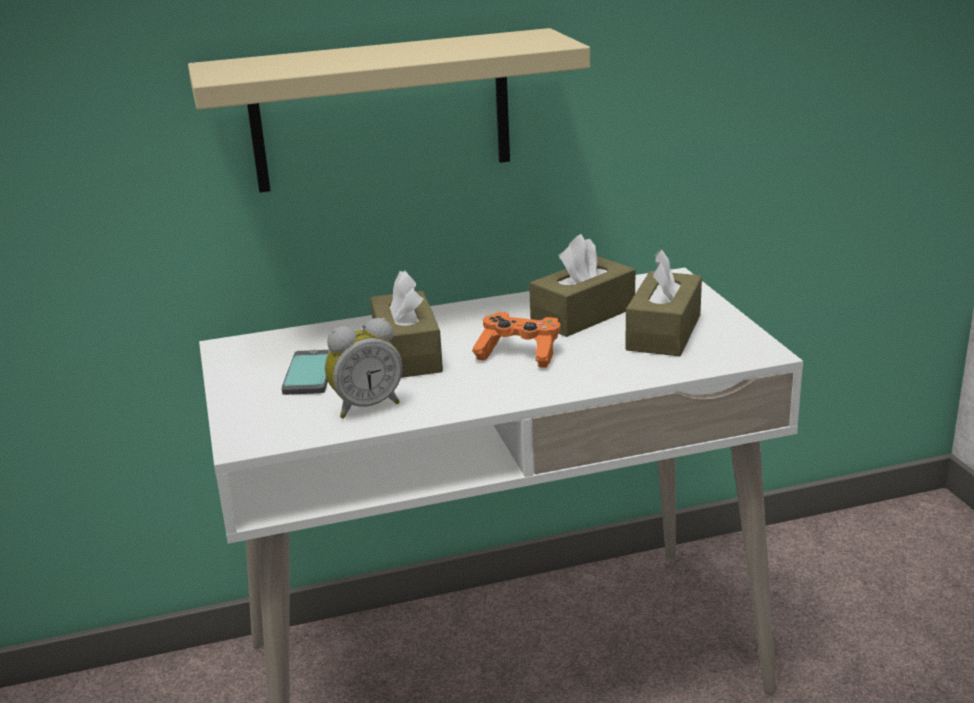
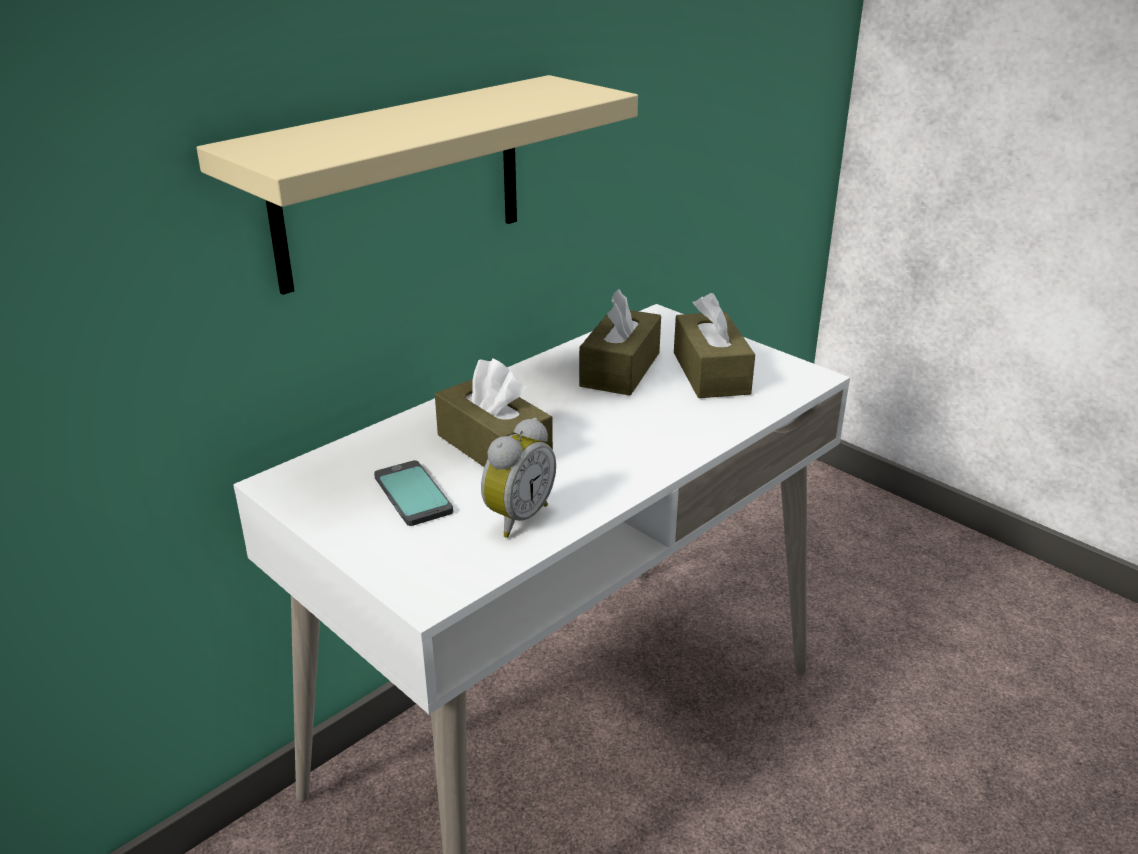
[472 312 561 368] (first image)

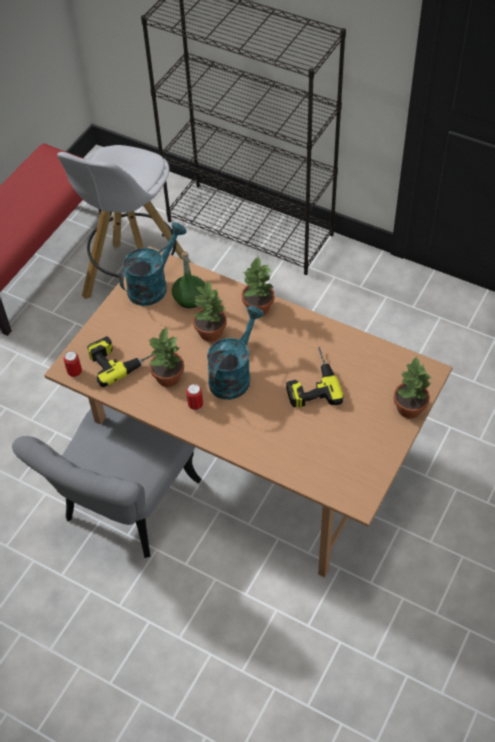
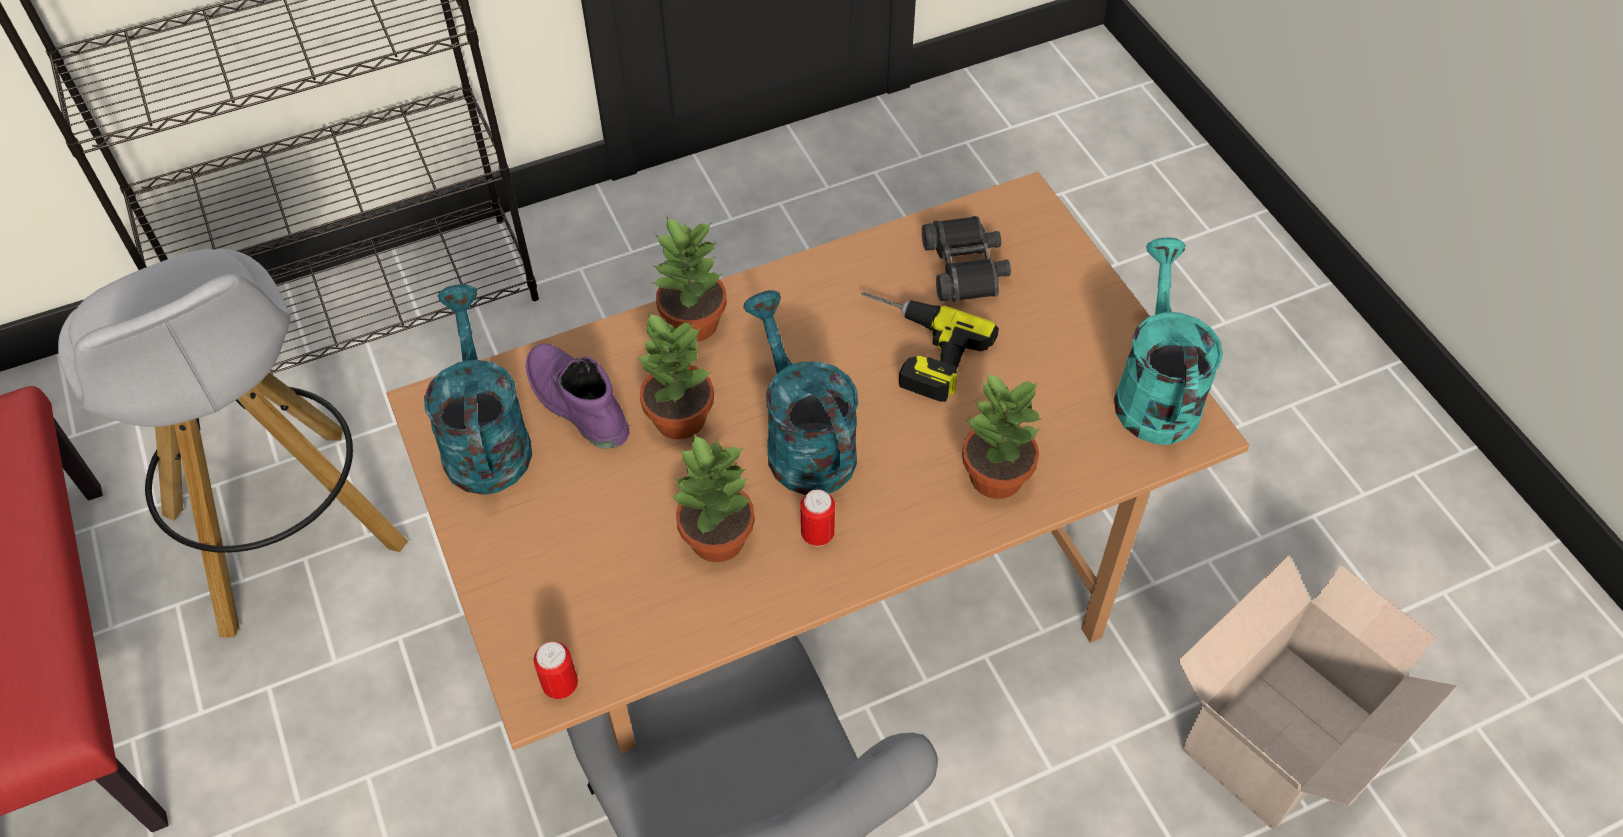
[525 344 629 449]
[922 216 1011 302]
[962 372 1043 499]
[1114 238 1223 445]
[1178 555 1458 830]
[87 336 154 387] (first image)

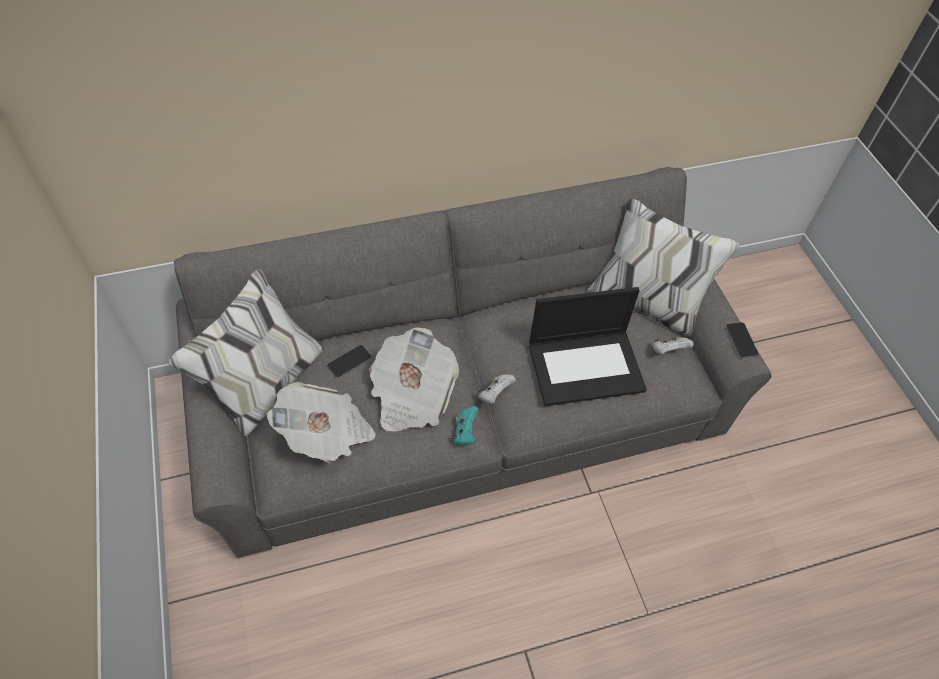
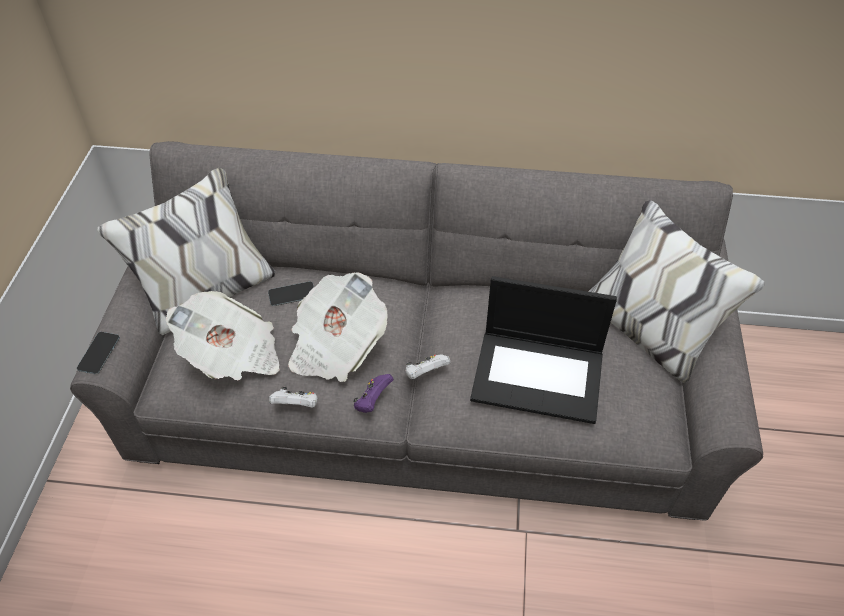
[77 332 120 374]
[269 387 318 408]
[353 374 394 413]

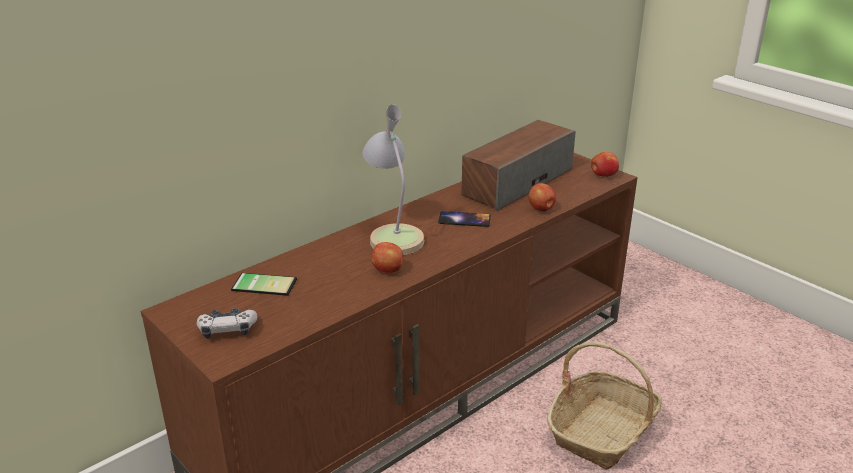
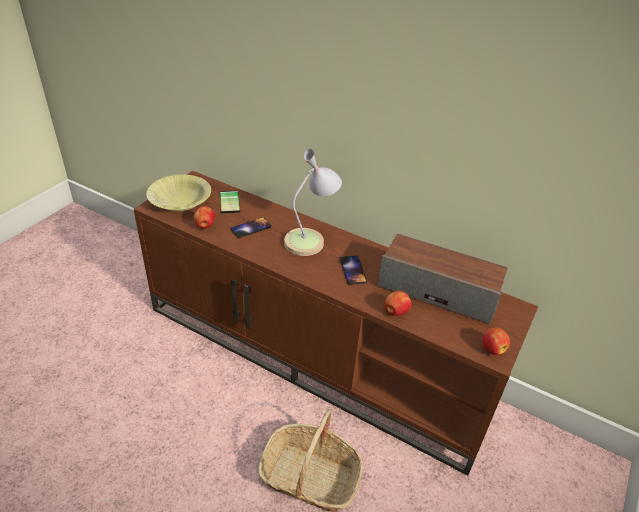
[146 174 211 212]
[194 206 215 229]
[230 217 272 238]

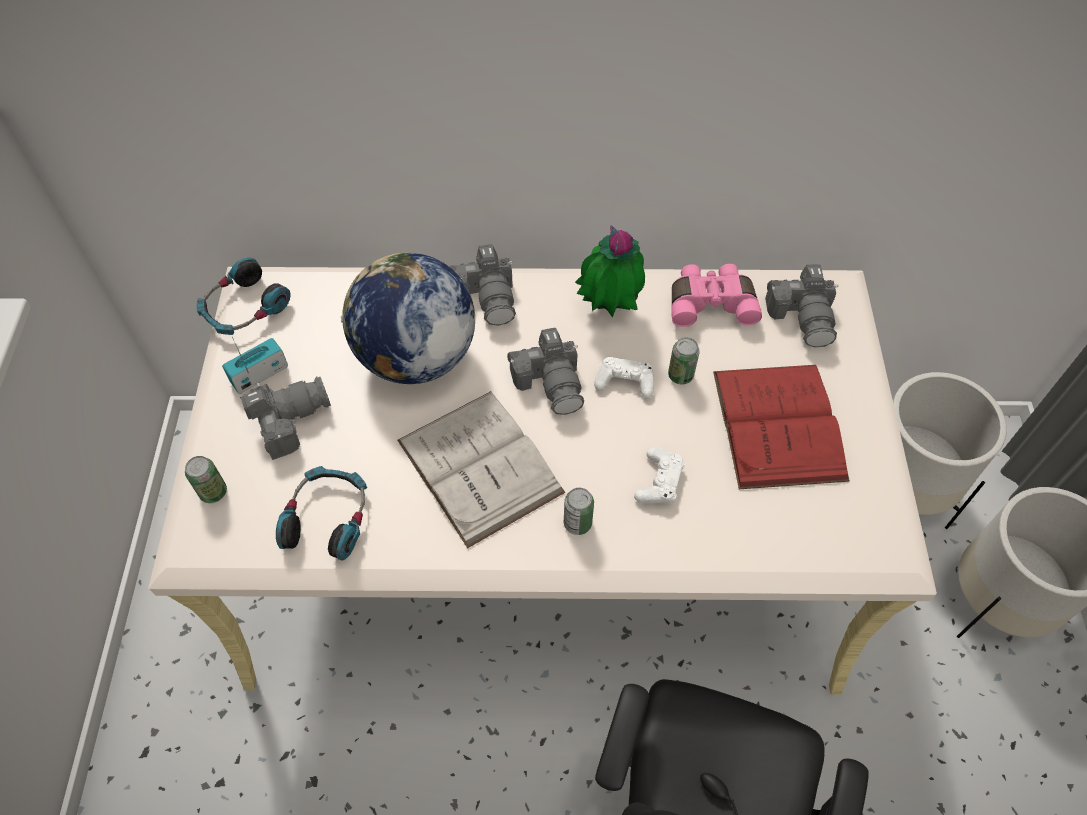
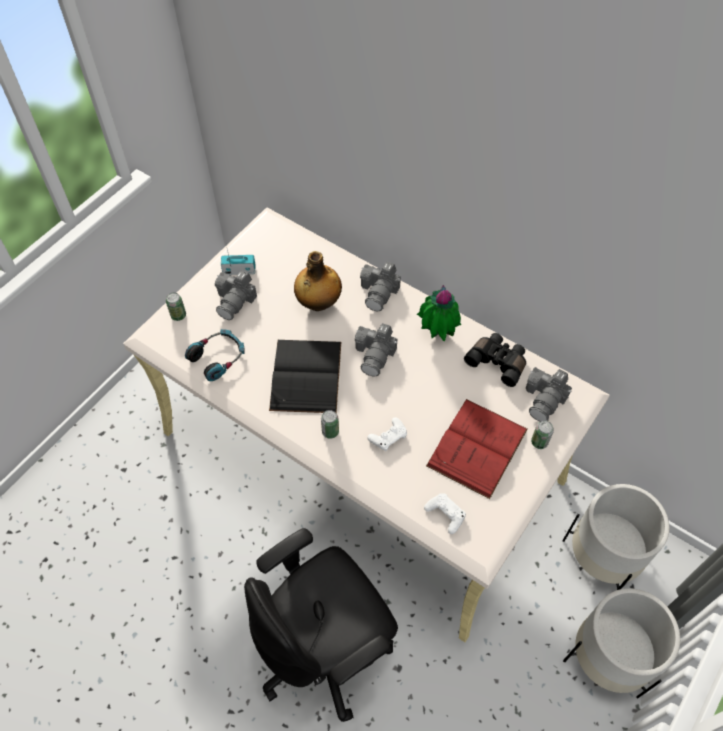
[215 270 257 320]
[269 340 341 413]
[294 251 342 311]
[424 493 466 534]
[464 333 526 387]
[531 421 554 449]
[197 258 291 335] (first image)

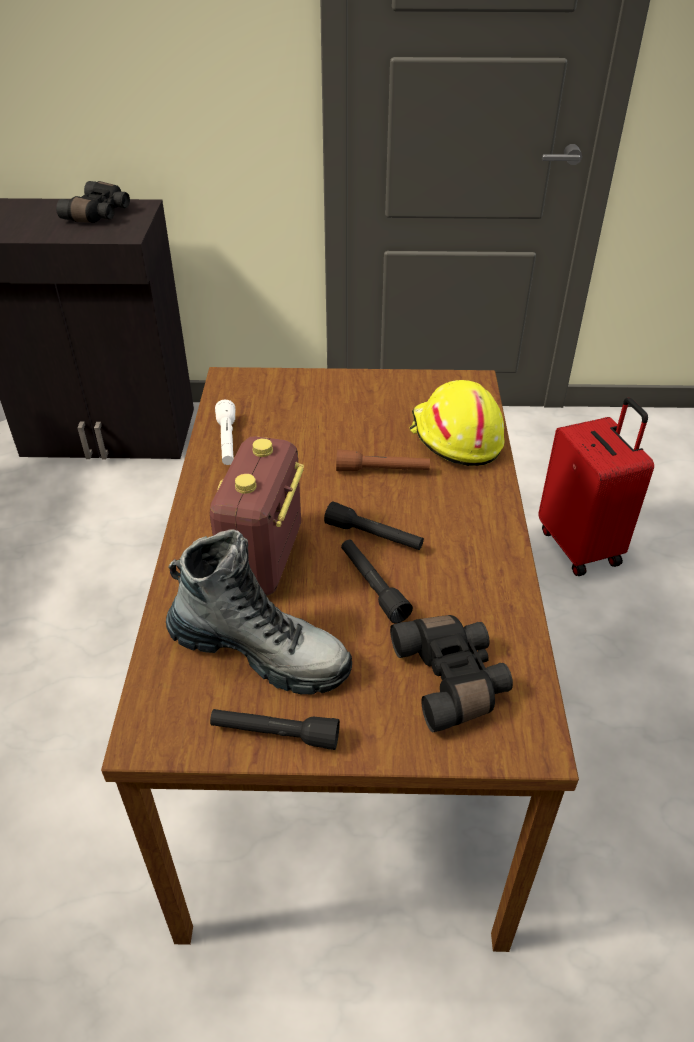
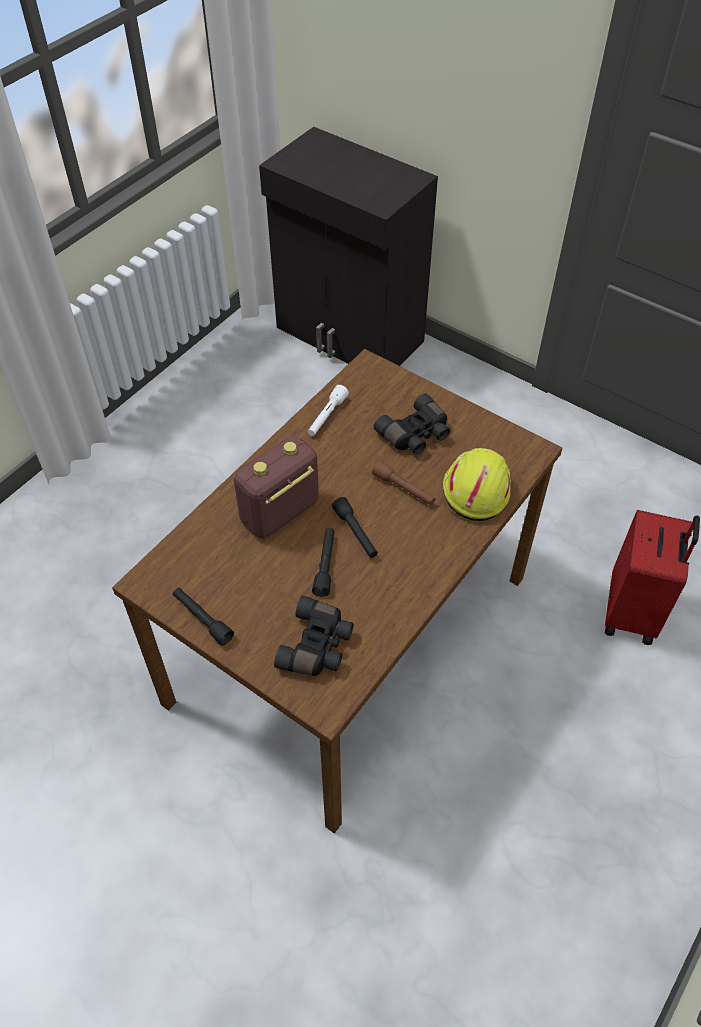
[374 393 450 454]
[166 529 352 695] (first image)

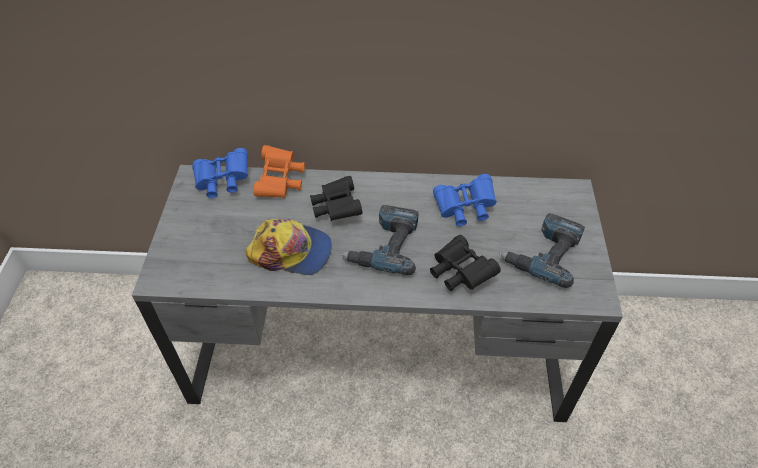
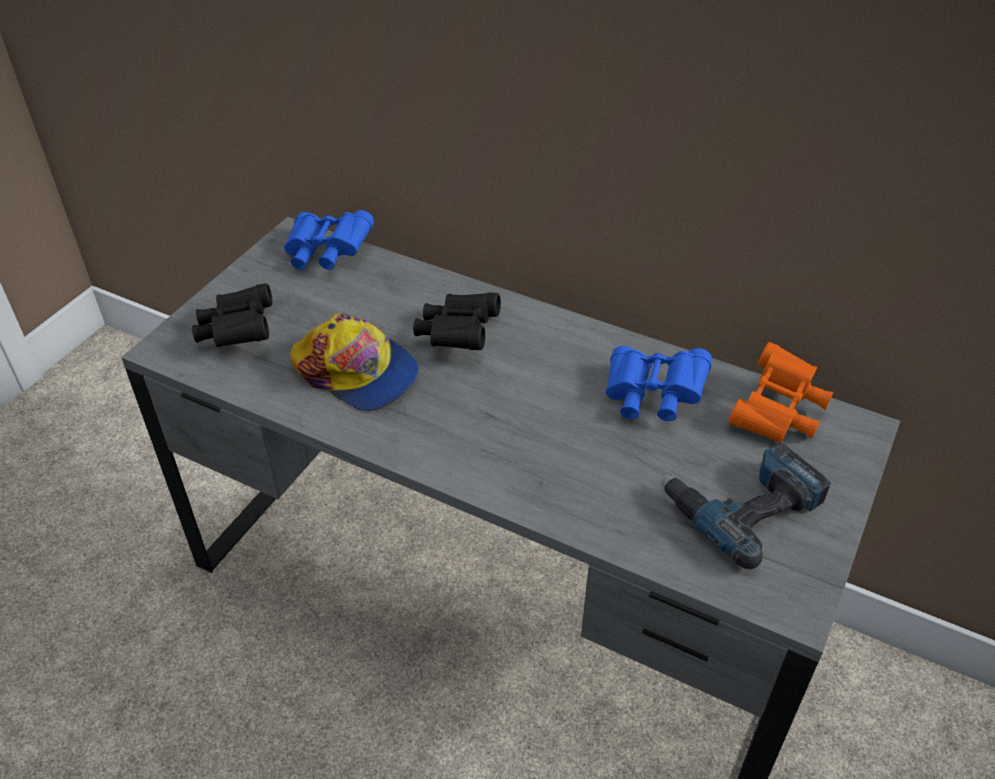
[192 283 273 348]
[728 342 833 443]
[341 205 419 275] (first image)

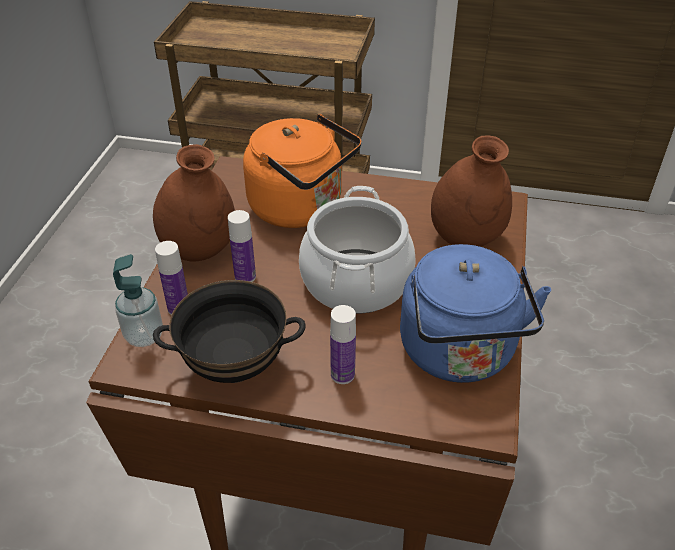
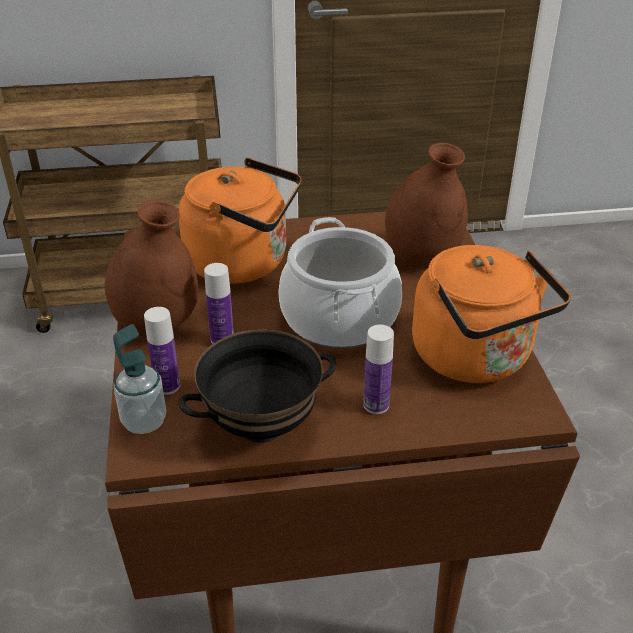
[412 245 571 383]

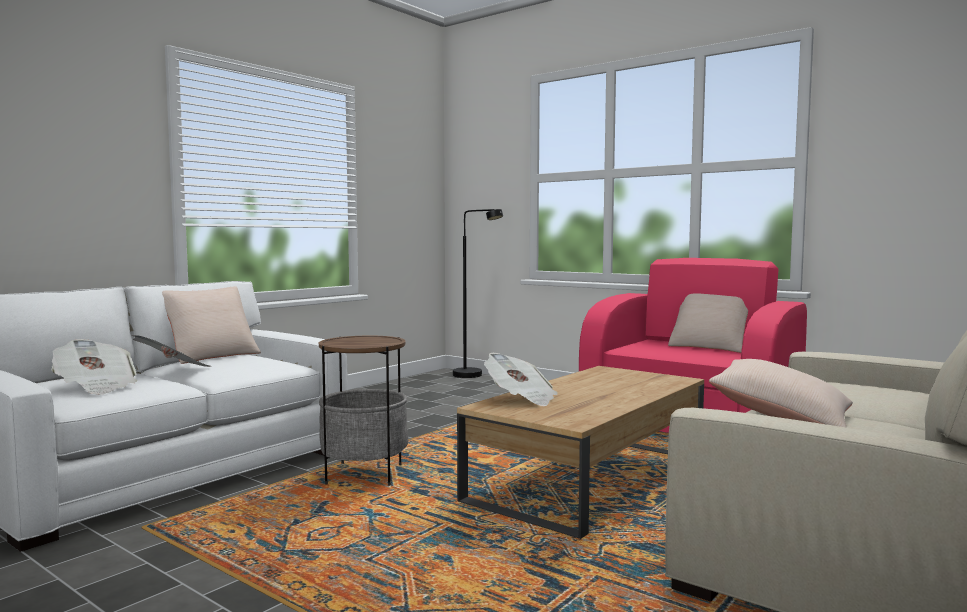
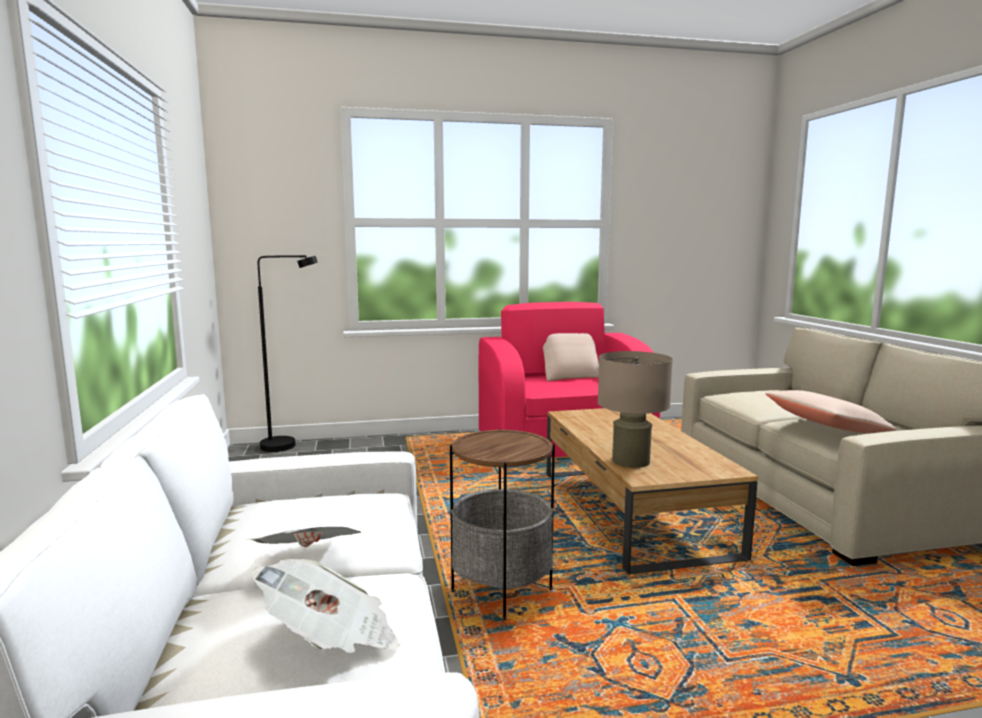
[598 351 673 468]
[162 286 261 364] (first image)

